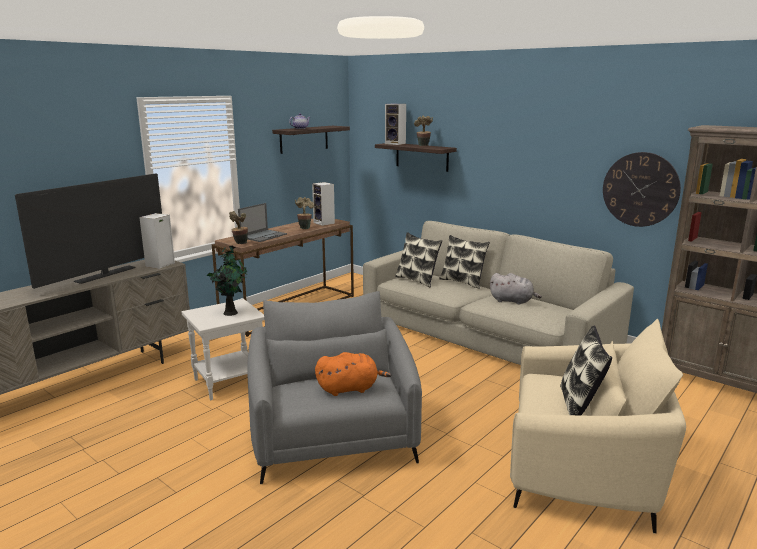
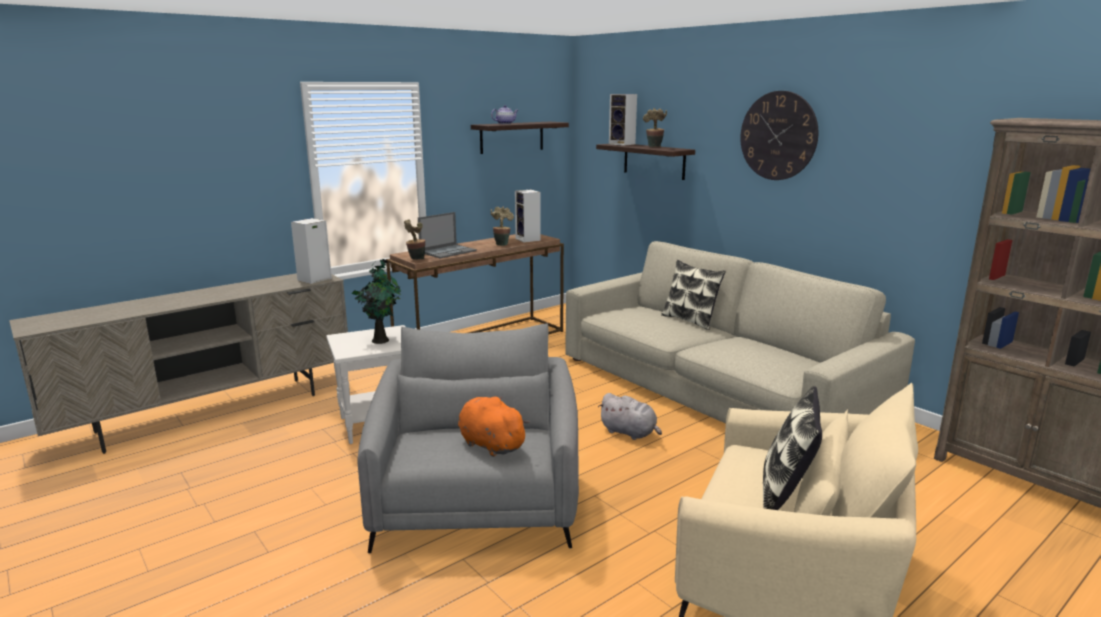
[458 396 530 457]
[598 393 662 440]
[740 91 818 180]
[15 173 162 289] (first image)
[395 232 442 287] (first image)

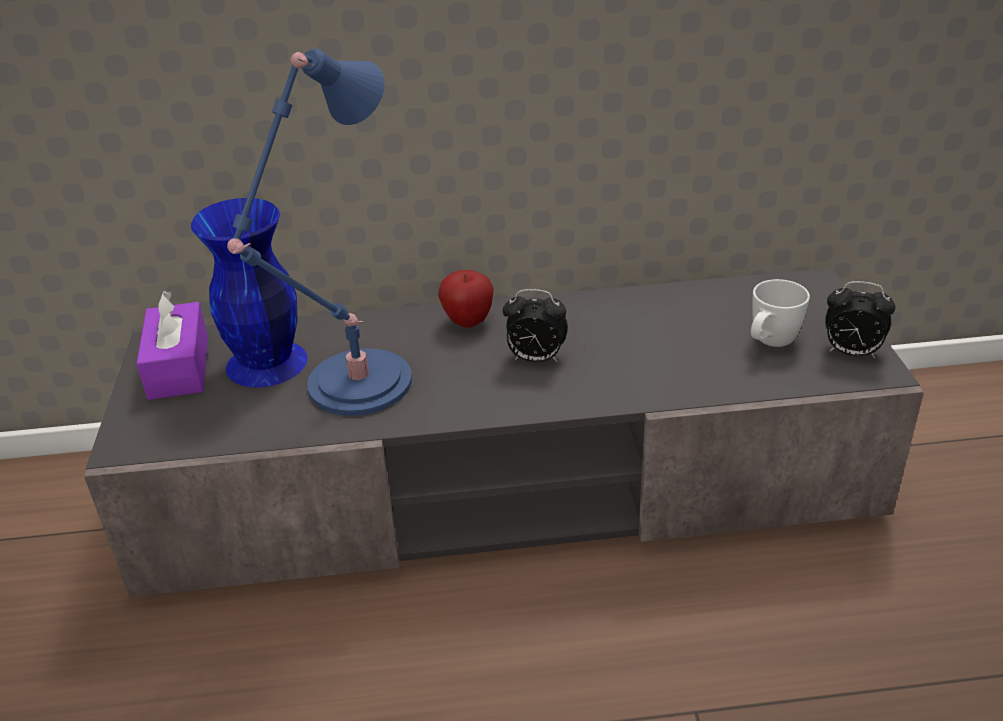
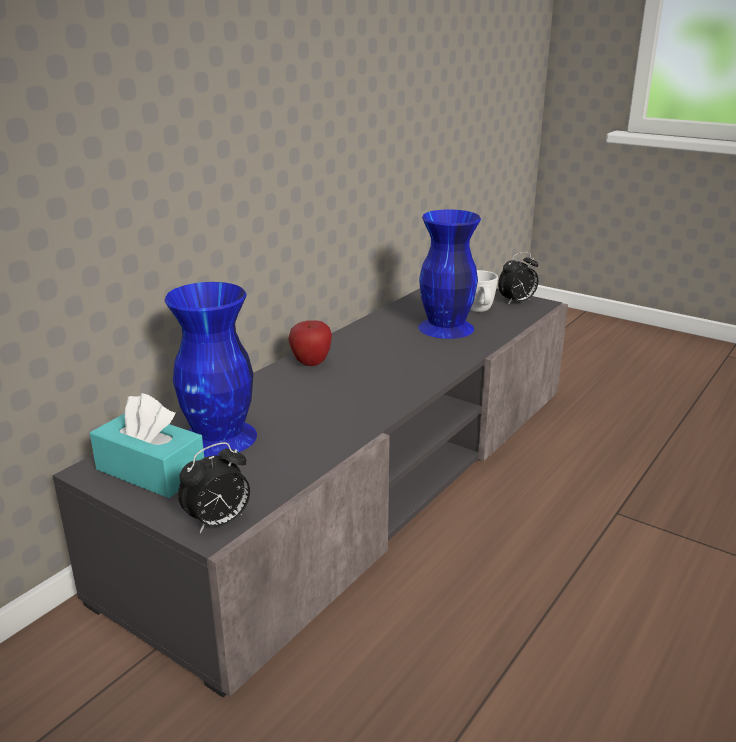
[90 393 204 498]
[178 442 250 533]
[418 209 481 339]
[227 49 412 416] (first image)

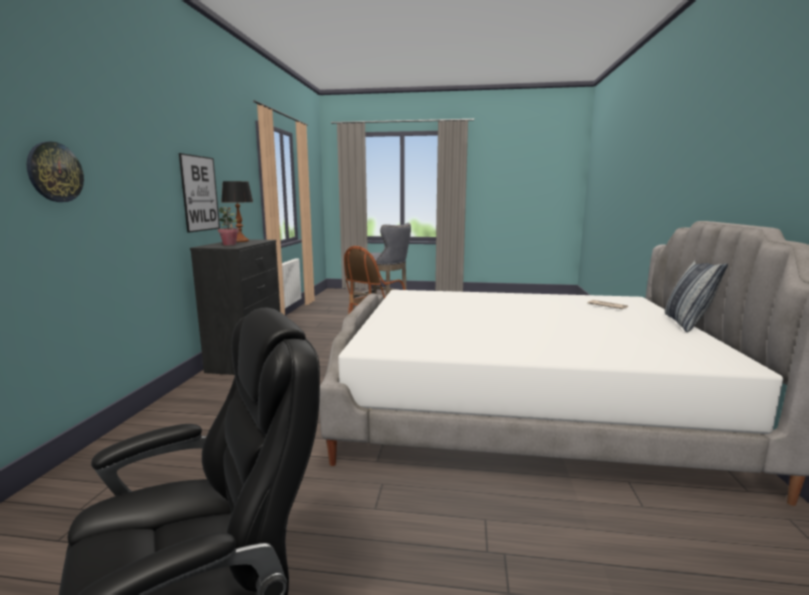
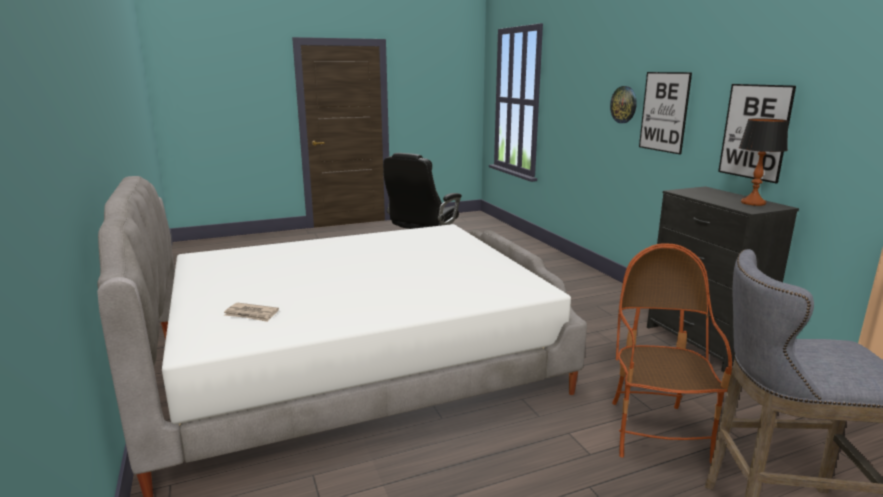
[639 72 692 155]
[218 207 239 245] (first image)
[665 260 728 332] (first image)

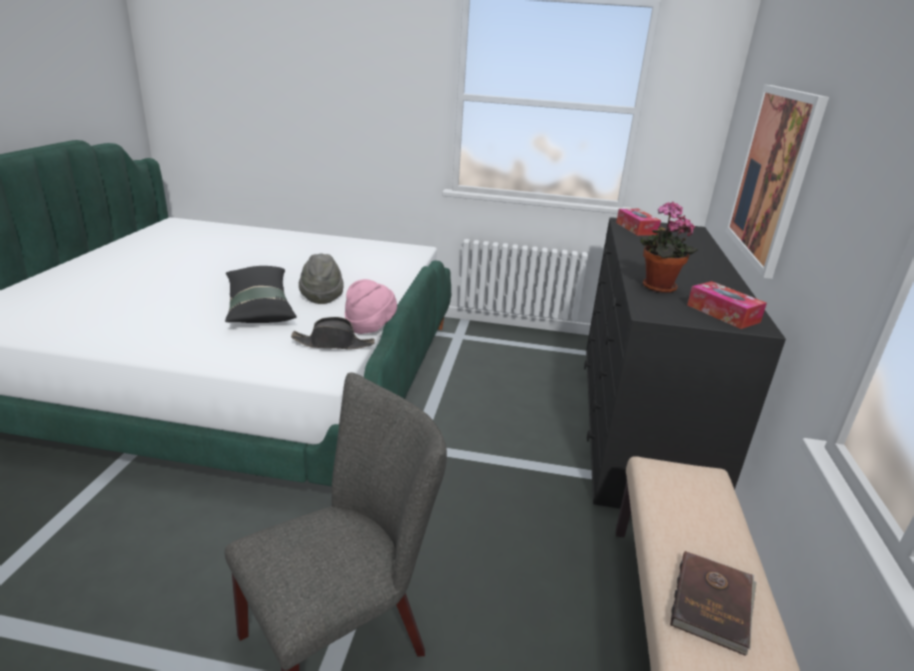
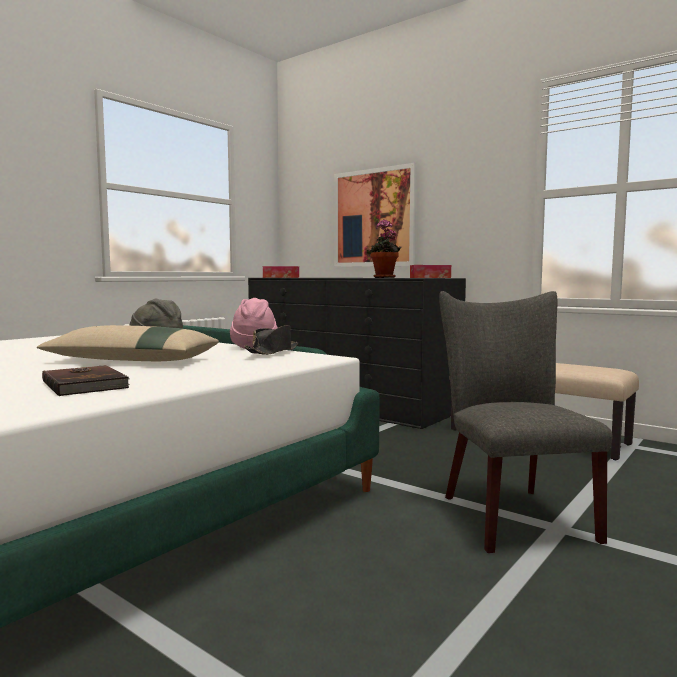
[37 325 219 362]
[42 365 130 396]

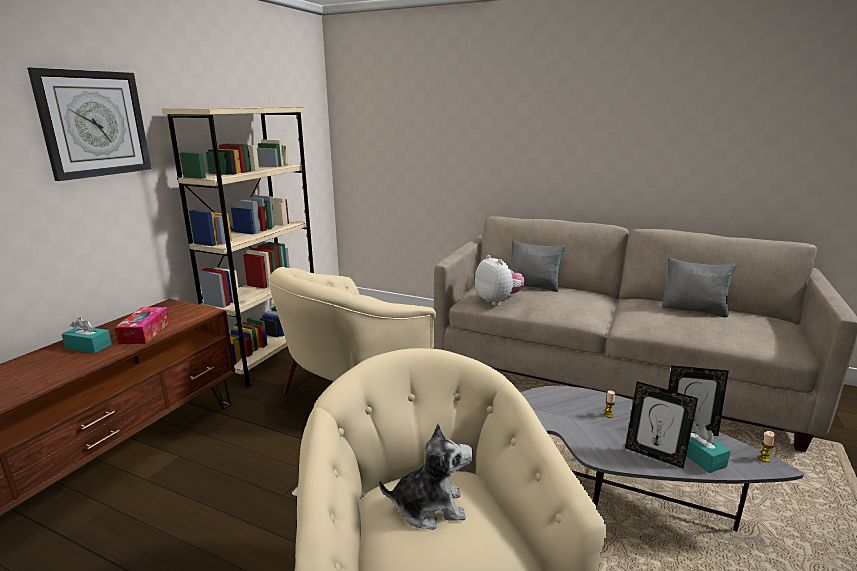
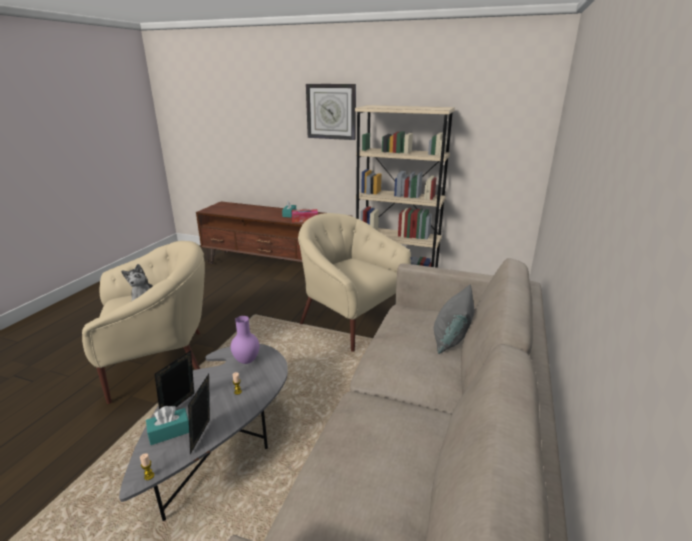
[231 316 259 364]
[475 255 525 305] (first image)
[662 257 737 318] (first image)

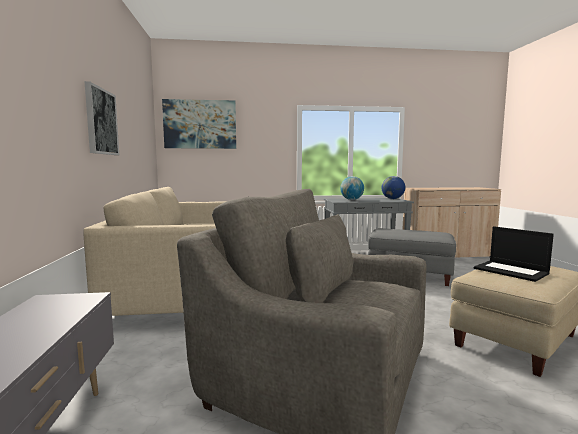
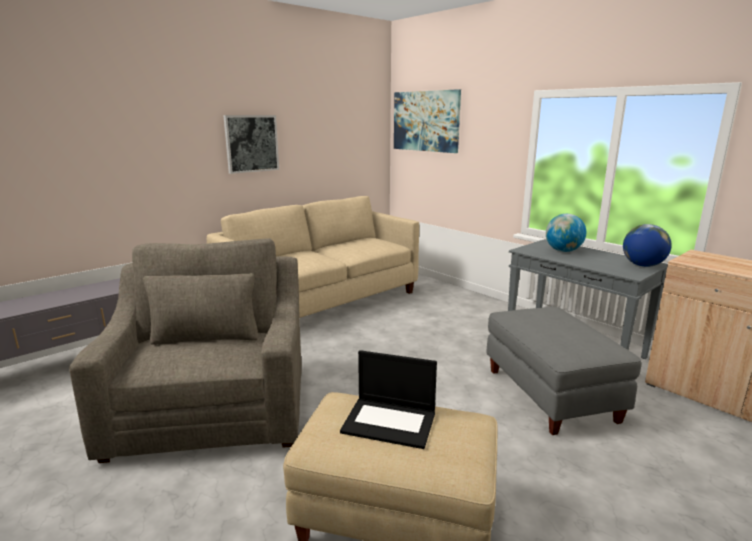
[340 350 437 449]

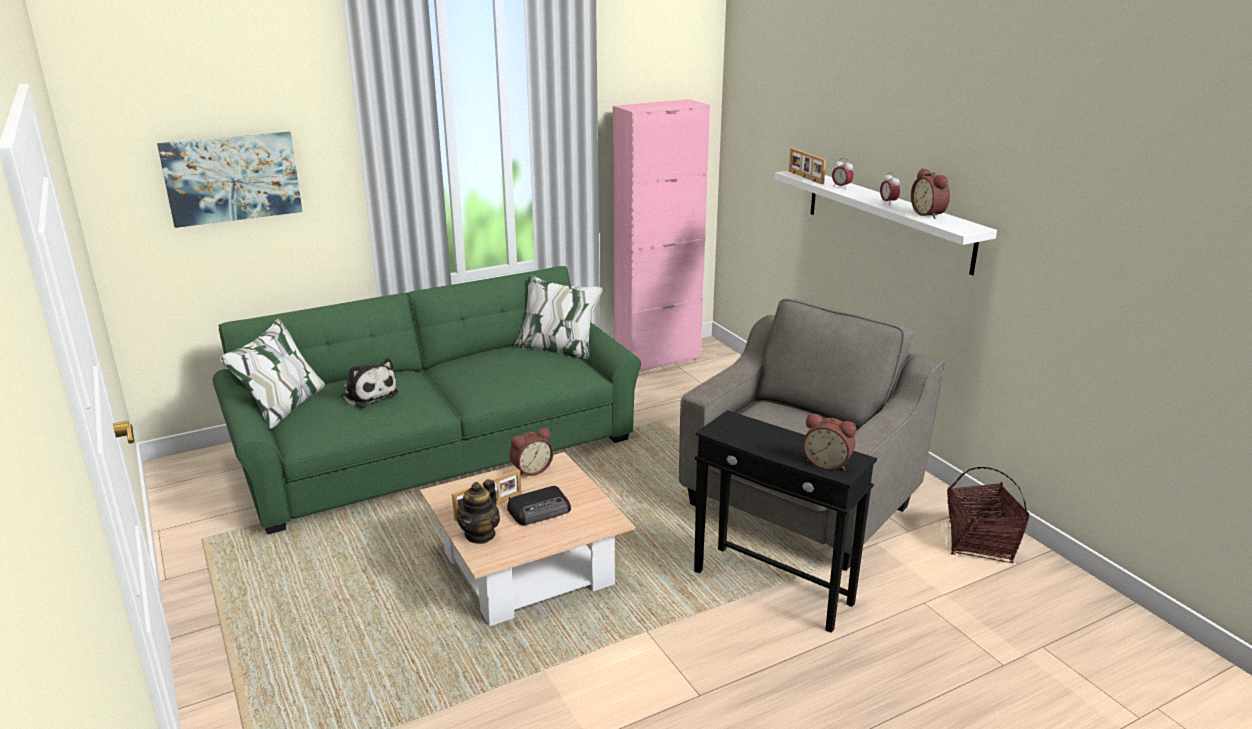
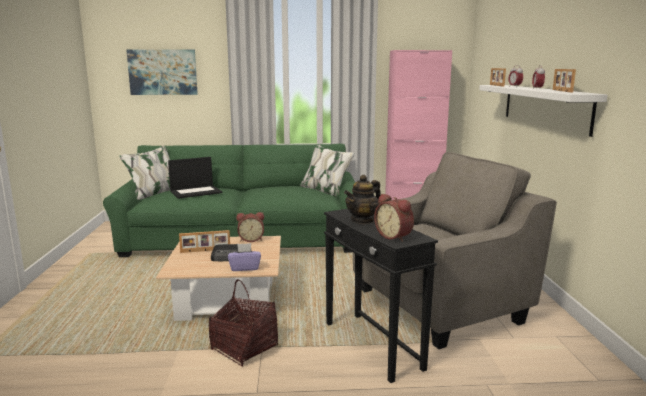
[168 157 222 199]
[208 279 278 367]
[228 243 261 271]
[344 175 381 224]
[553 69 576 92]

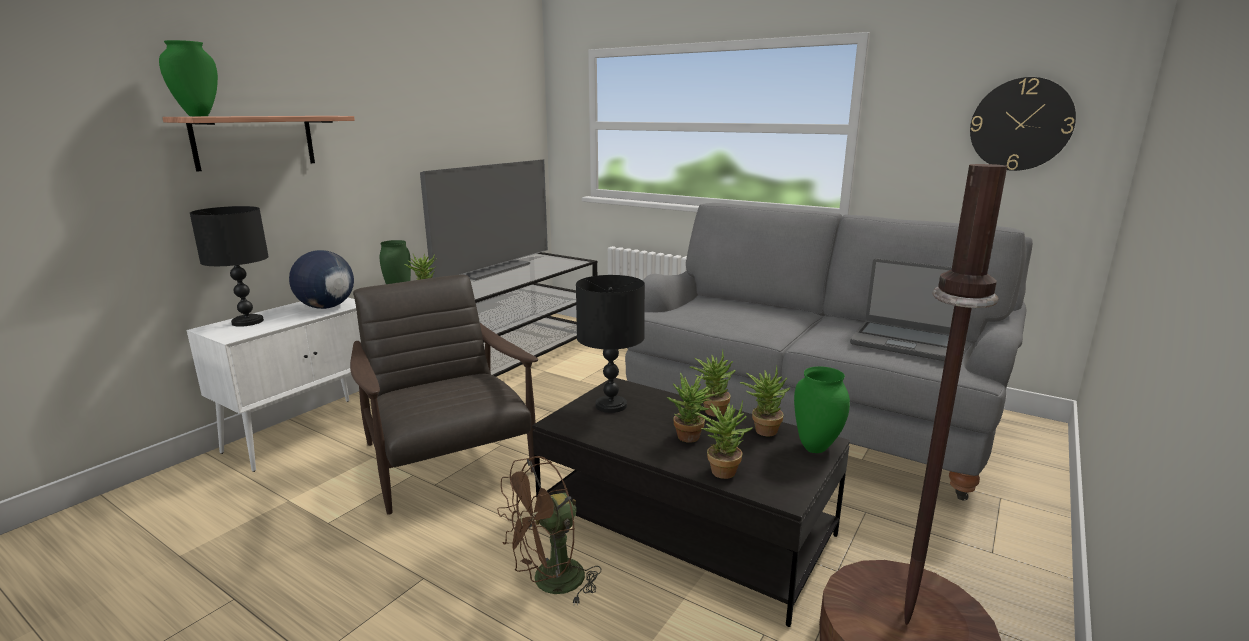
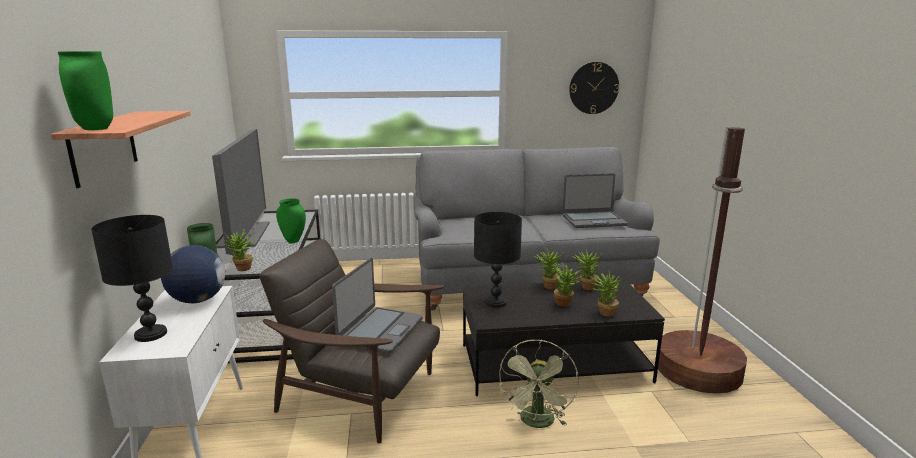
[276 198 306 244]
[332 258 423 354]
[499 339 579 428]

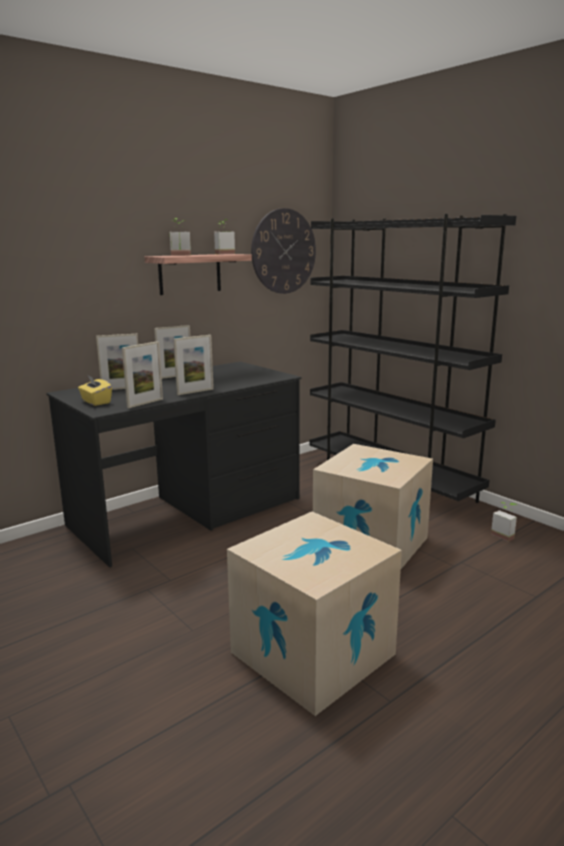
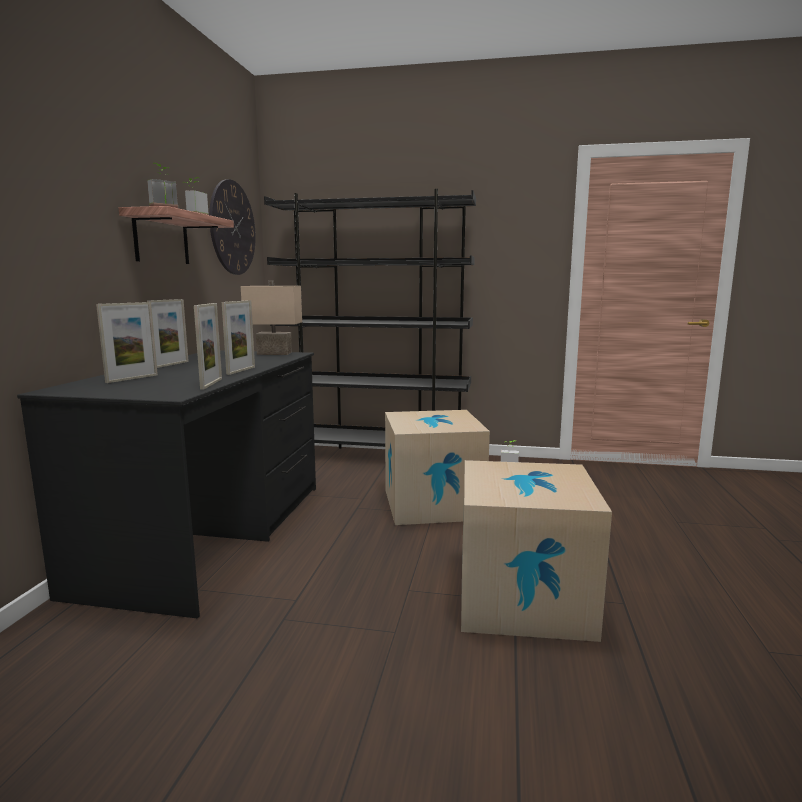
[241 281 302 355]
[78 375 112 406] (first image)

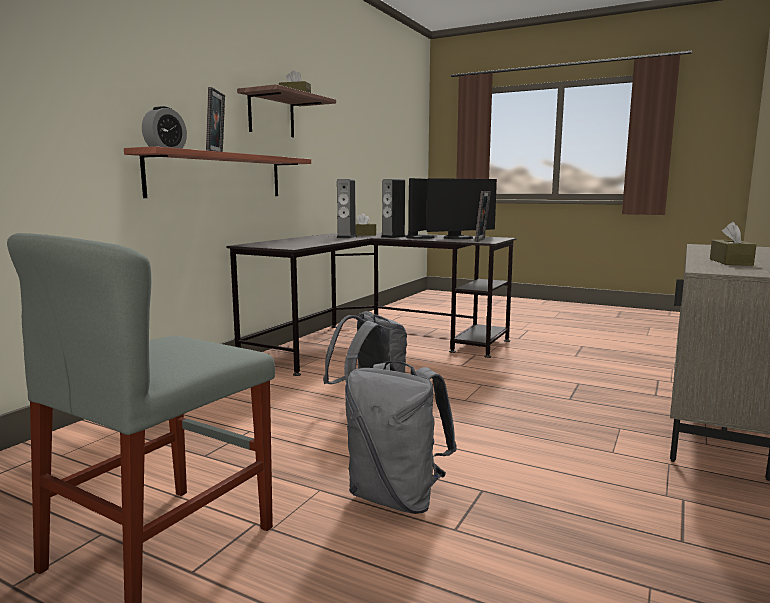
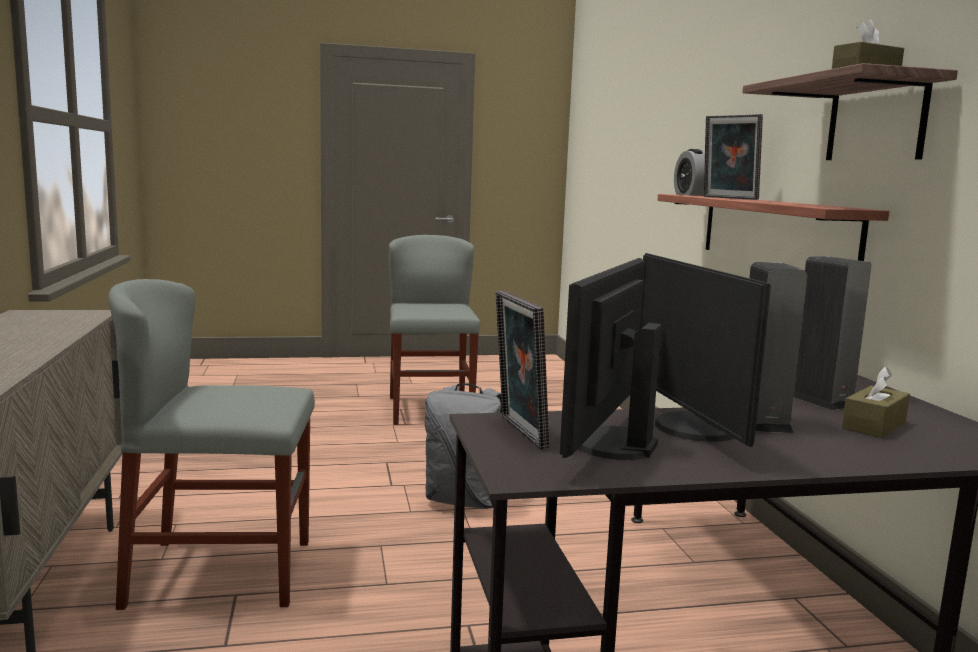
[108 279 315 610]
[345 361 457 514] (first image)
[710 222 756 266] (first image)

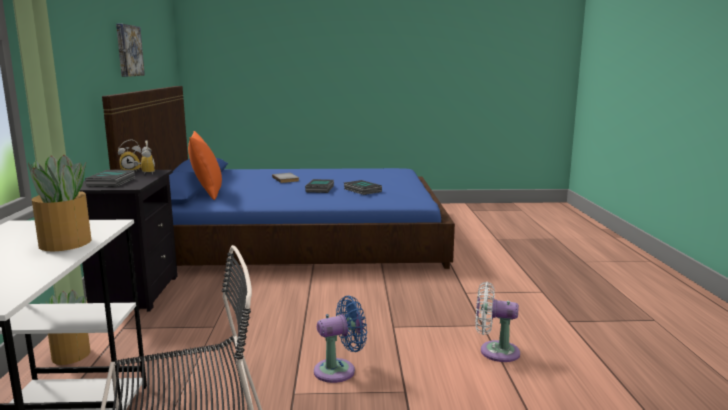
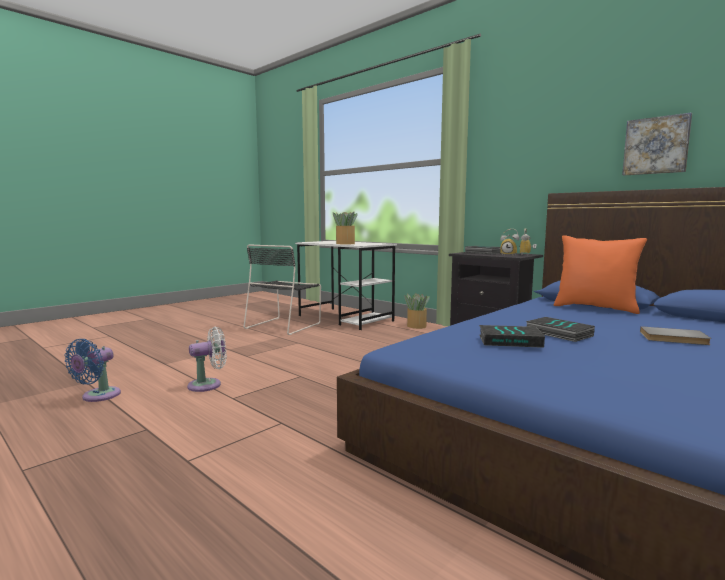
[65 339 121 402]

